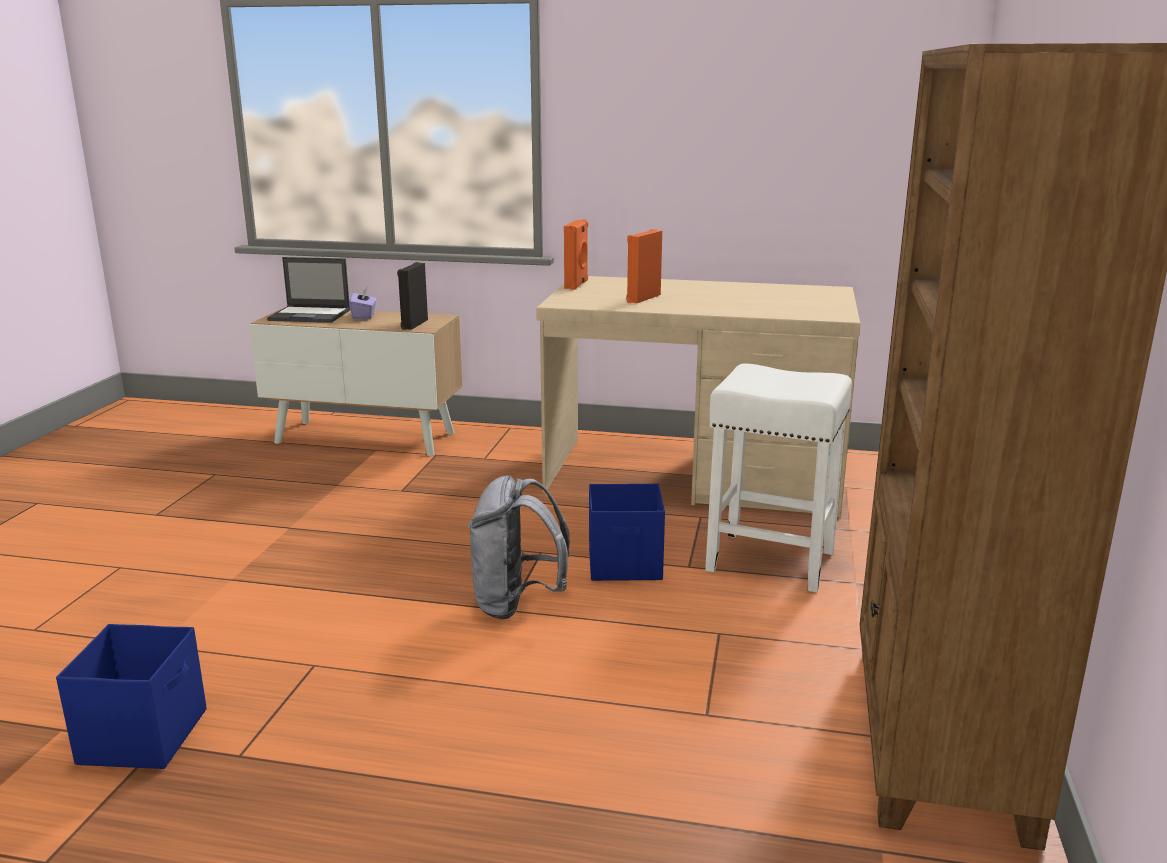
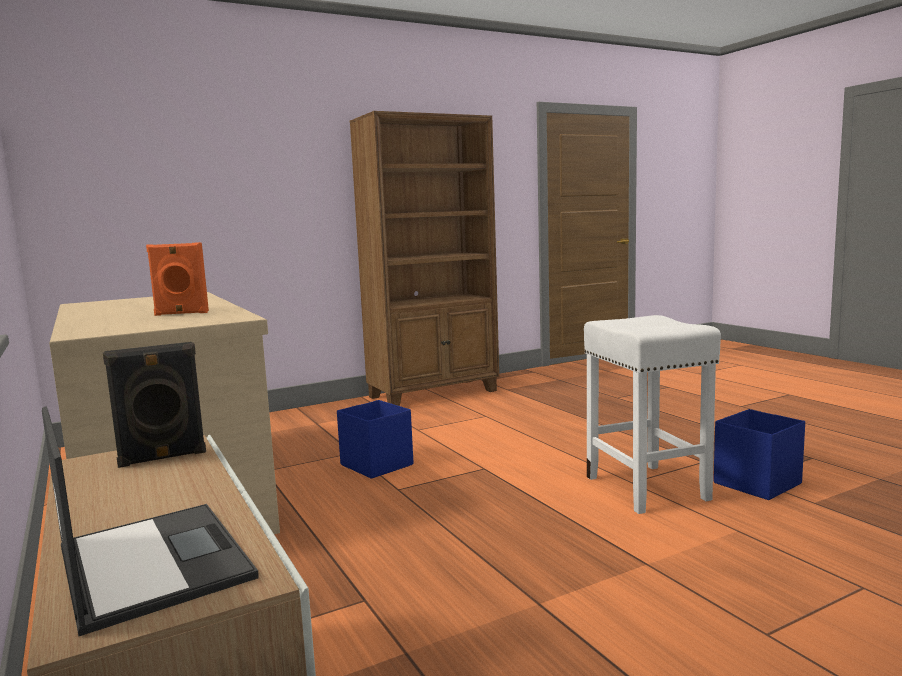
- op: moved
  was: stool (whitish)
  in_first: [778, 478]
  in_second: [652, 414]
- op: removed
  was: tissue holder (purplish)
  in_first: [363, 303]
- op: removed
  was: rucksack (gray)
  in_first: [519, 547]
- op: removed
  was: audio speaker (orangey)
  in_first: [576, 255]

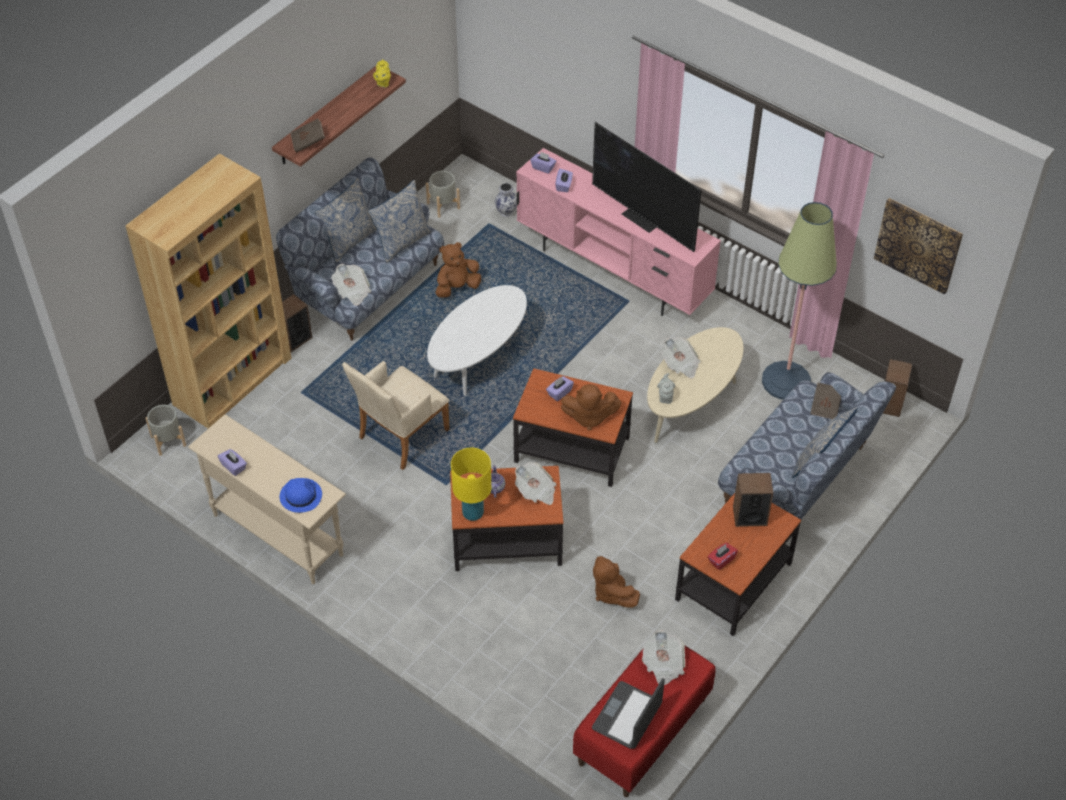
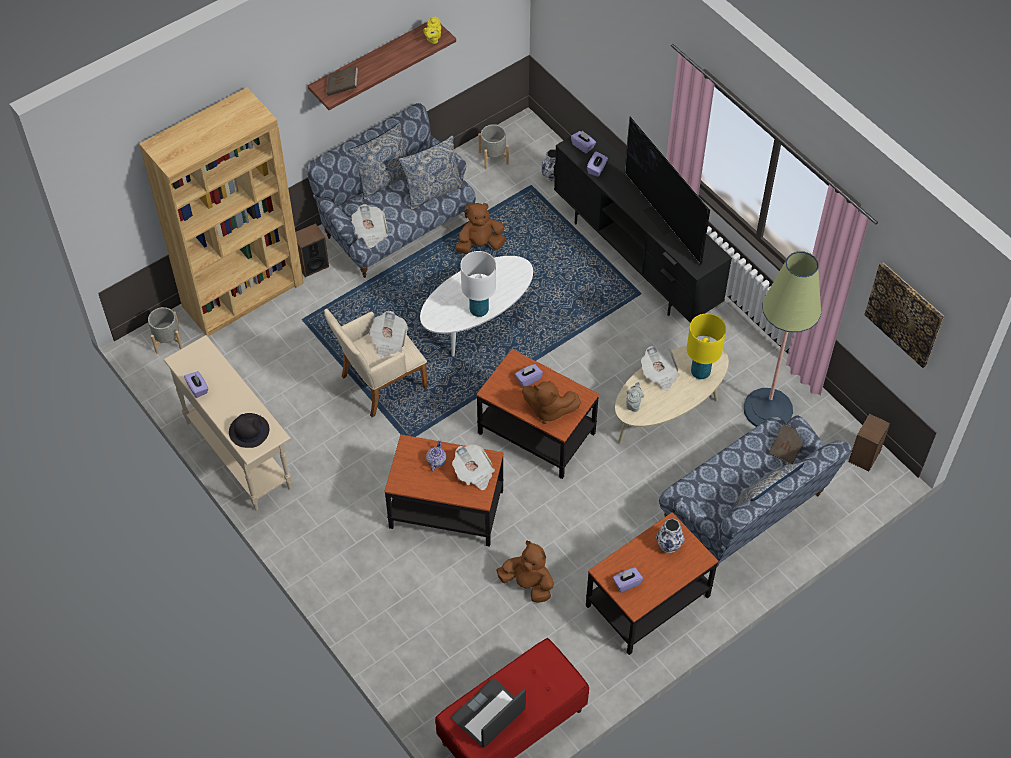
- op: recoloured
  was: clothing hat (bluish)
  now: clothing hat (black-coloured)
  in_first: [301, 495]
  in_second: [249, 430]
- op: moved
  was: printed paper
  in_first: [663, 657]
  in_second: [388, 334]
- op: added
  now: table lamp (whitish)
  in_second: [478, 284]
- op: turned
  was: cuddly toy (brownish)
  in_first: [616, 582]
  in_second: [525, 572]
  clockwise: 135
- op: recoloured
  was: tv stand (pink-coloured)
  now: tv stand (black-coloured)
  in_first: [618, 232]
  in_second: [643, 224]
- op: recoloured
  was: tissue holder (red)
  now: tissue holder (purplish)
  in_first: [723, 556]
  in_second: [628, 579]
- op: replaced
  was: audio speaker
  now: decorative vase
  in_first: [753, 500]
  in_second: [670, 535]
- op: moved
  was: table lamp (yellowish)
  in_first: [471, 484]
  in_second: [706, 346]

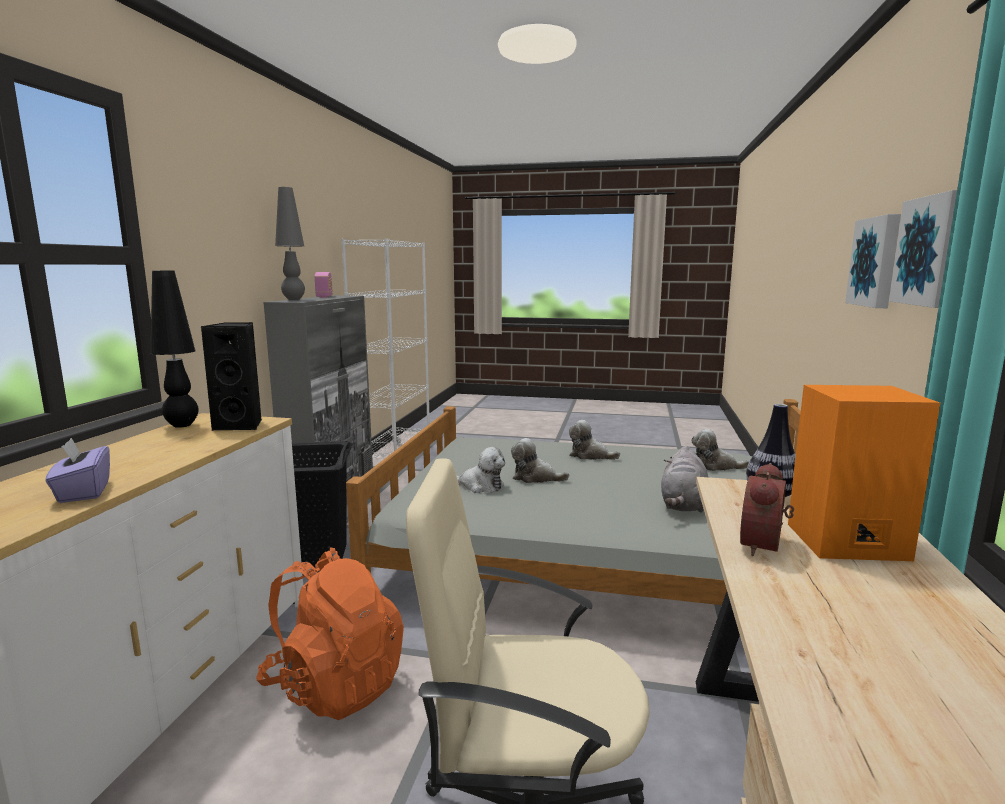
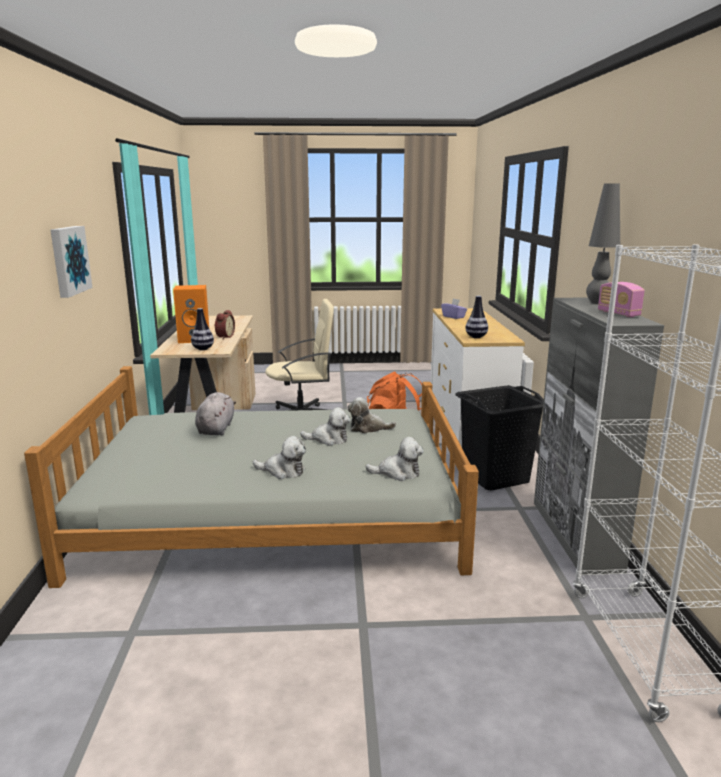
- op: moved
  was: cuddly toy
  in_first: [720, 450]
  in_second: [394, 459]
- op: replaced
  was: audio speaker (black-coloured)
  now: decorative vase
  in_first: [231, 376]
  in_second: [477, 317]
- op: removed
  was: table lamp (black-coloured)
  in_first: [174, 349]
- op: removed
  was: picture
  in_first: [923, 249]

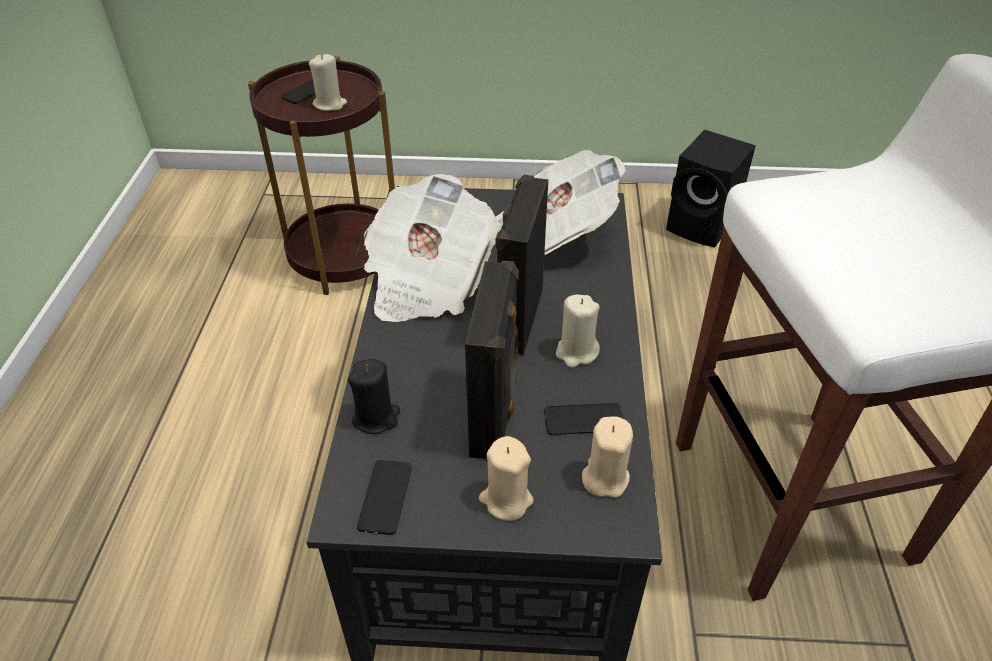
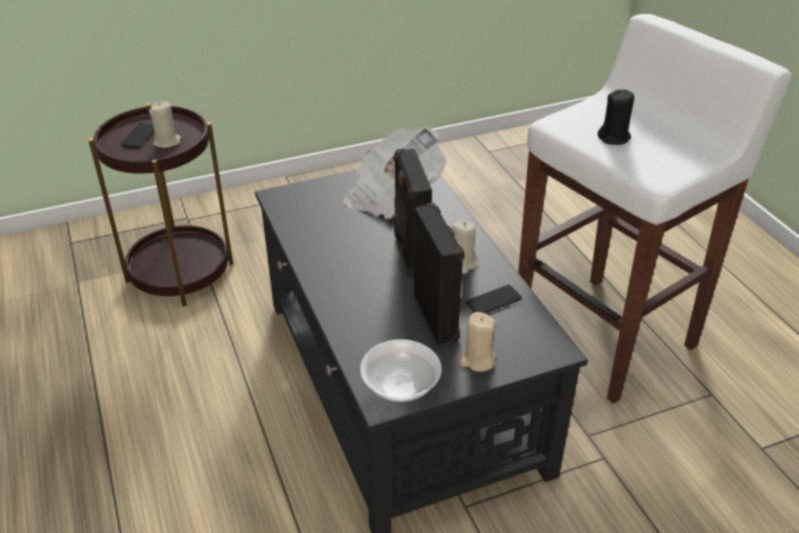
- op: replaced
  was: telephone
  now: deep dish
  in_first: [384, 497]
  in_second: [401, 370]
- op: moved
  was: wax light (black-coloured)
  in_first: [374, 396]
  in_second: [616, 117]
- op: removed
  was: printed paper
  in_first: [430, 248]
- op: removed
  was: wax light (beige-coloured)
  in_first: [607, 457]
- op: removed
  was: audio speaker (black-coloured)
  in_first: [711, 188]

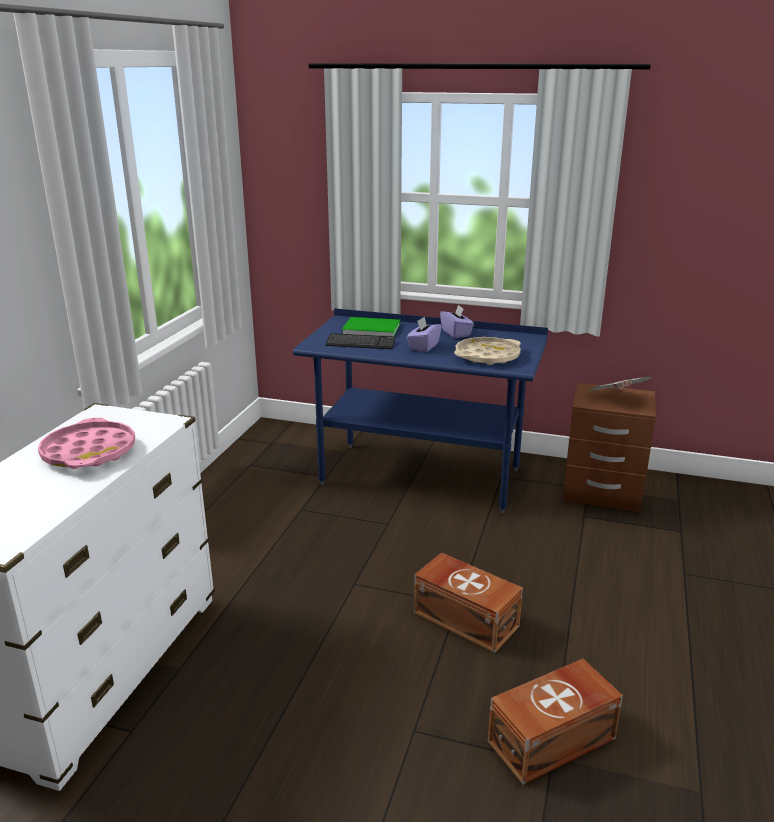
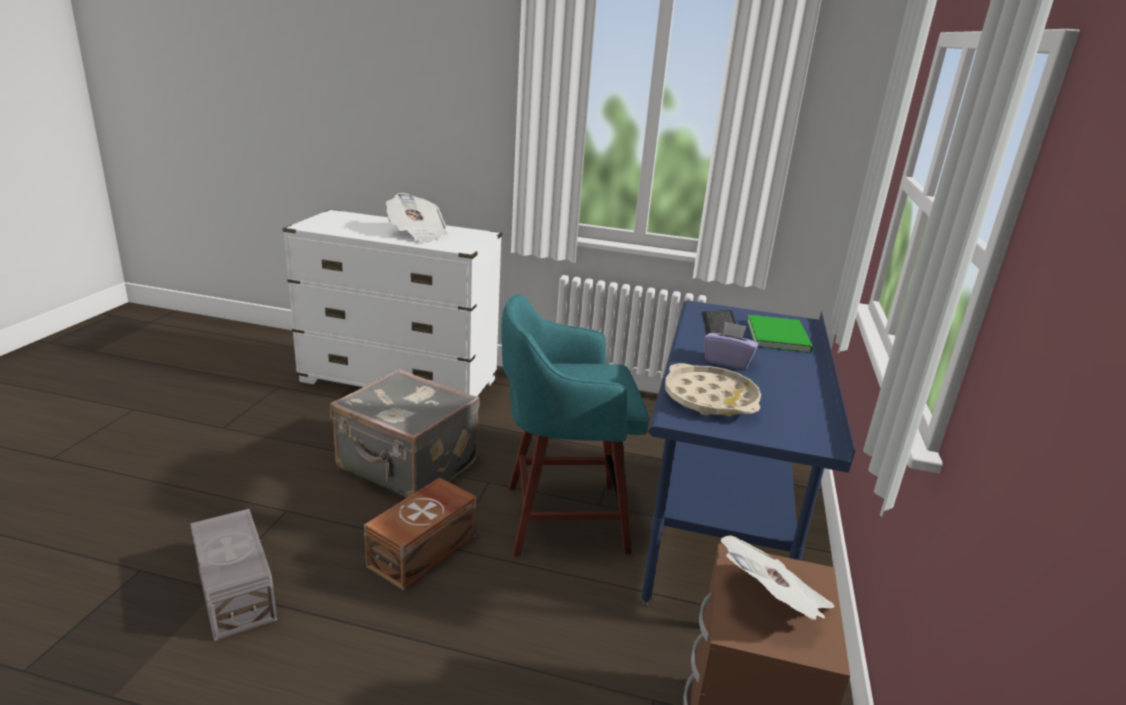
- op: recoloured
  was: storage box (brownish)
  now: storage box (gray)
  in_first: [555, 722]
  in_second: [233, 575]
- op: added
  now: suitcase (gray)
  in_second: [405, 433]
- op: replaced
  was: carrying tray (pink-coloured)
  now: printed paper
  in_first: [86, 443]
  in_second: [417, 218]
- op: added
  now: stool (turquoise-coloured)
  in_second: [575, 425]
- op: removed
  was: tissue holder (purplish)
  in_first: [457, 321]

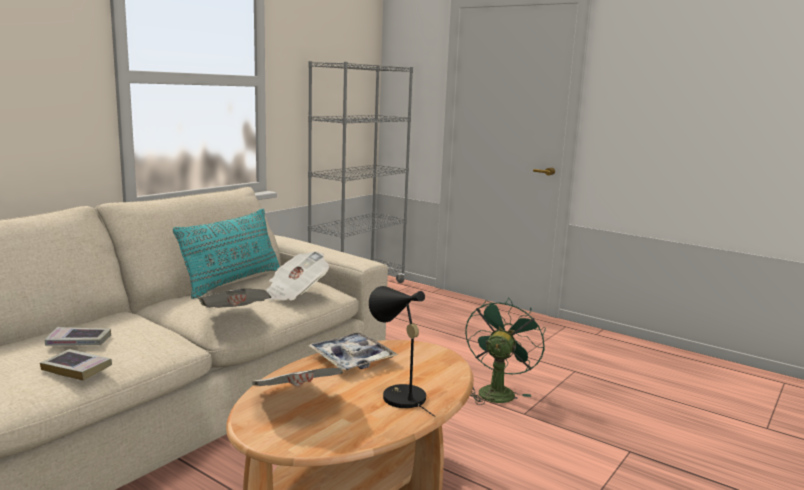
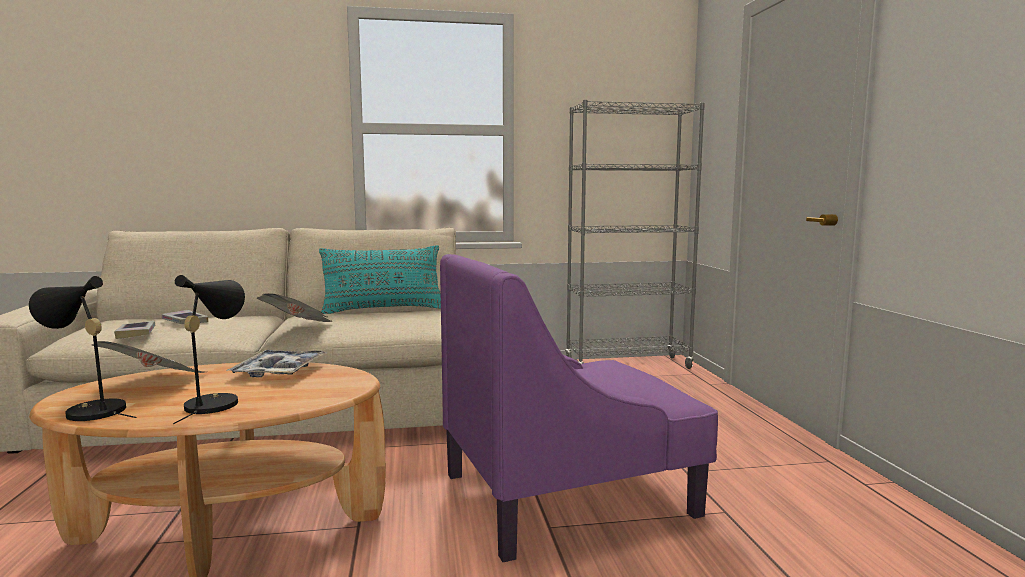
- op: added
  now: table lamp (black-coloured)
  in_second: [83, 348]
- op: replaced
  was: fan (greenish)
  now: easy chair (purplish)
  in_first: [505, 351]
  in_second: [579, 408]
- op: removed
  was: printed paper
  in_first: [297, 276]

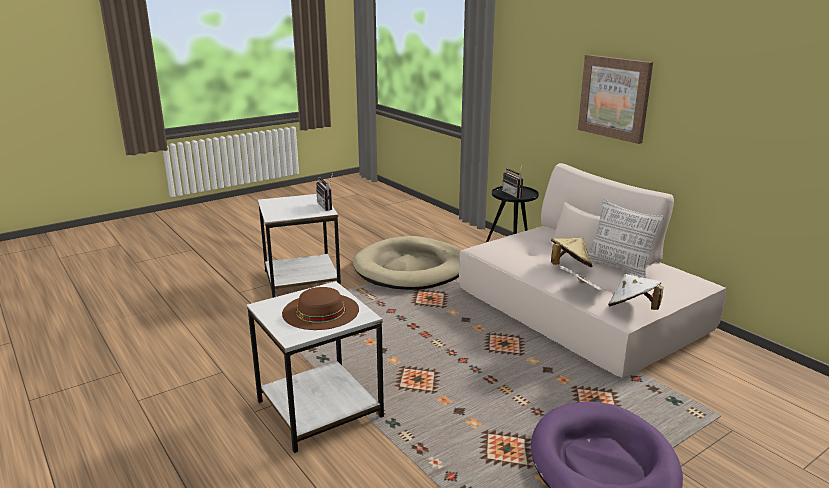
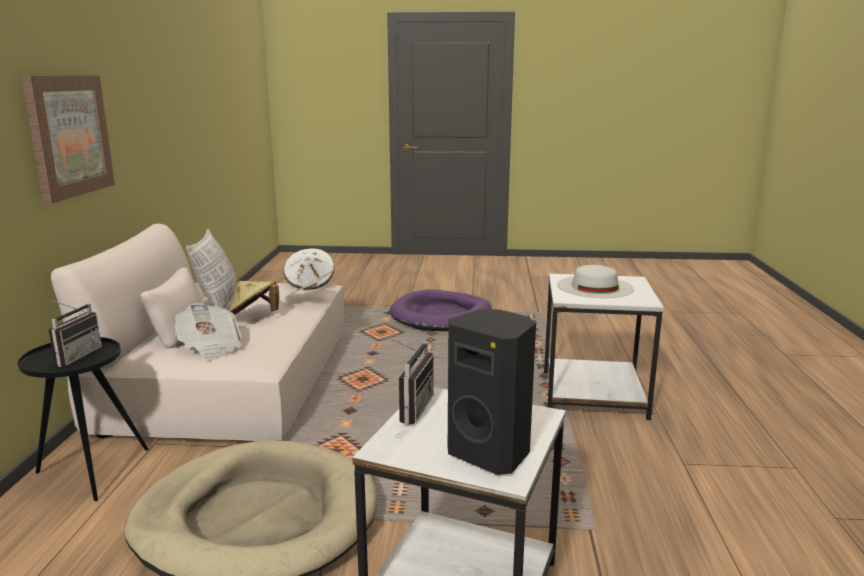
- op: added
  now: printed paper
  in_second: [208, 332]
- op: added
  now: audio speaker (black-coloured)
  in_second: [492, 392]
- op: recoloured
  was: clothing hat (brownish)
  now: clothing hat (whitish)
  in_first: [320, 308]
  in_second: [595, 281]

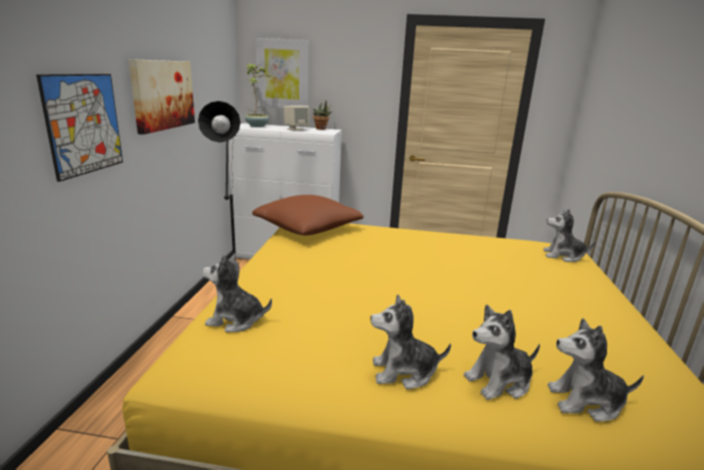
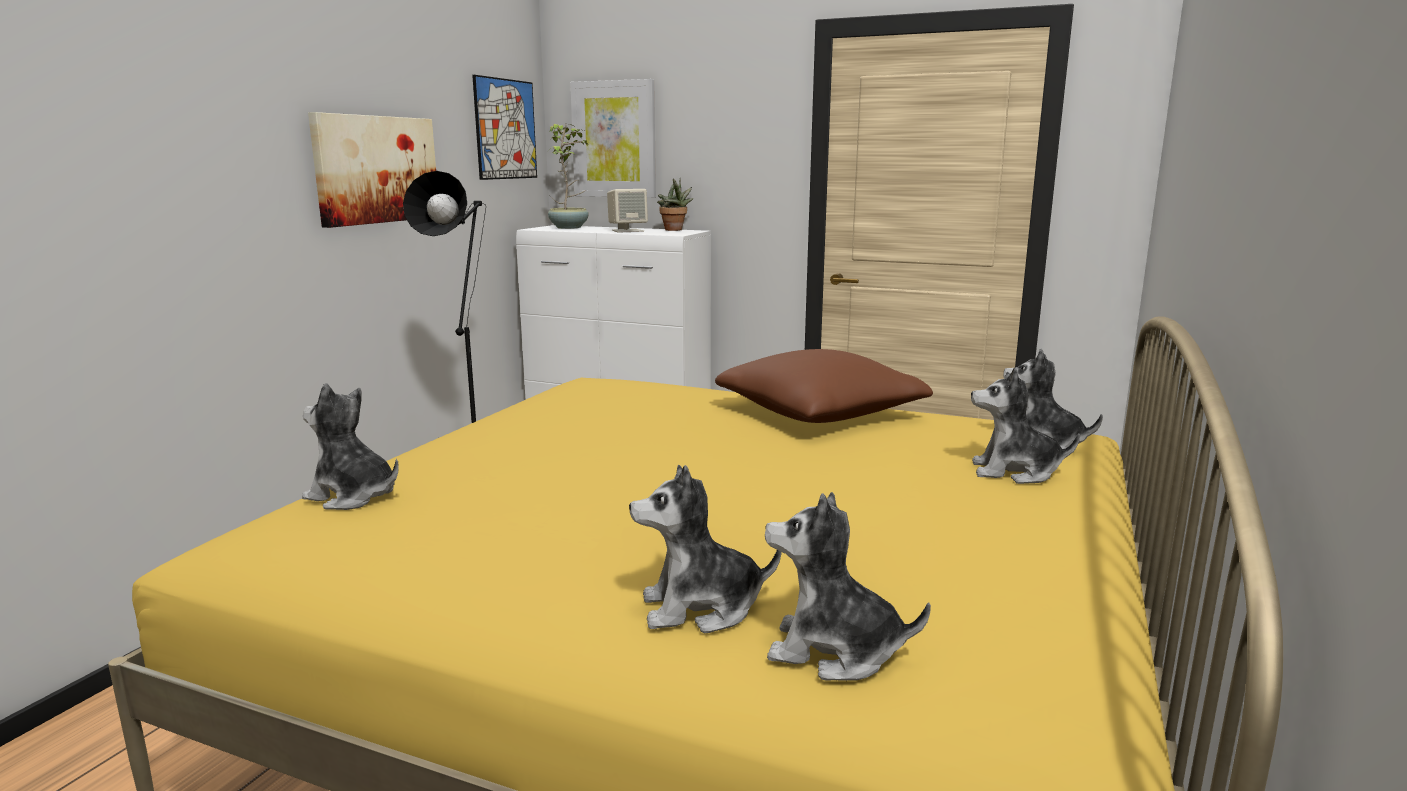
- op: moved
  was: picture
  in_first: [79, 128]
  in_second: [504, 127]
- op: moved
  was: pillow (brownish)
  in_first: [308, 215]
  in_second: [824, 386]
- op: moved
  was: cuddly toy
  in_first: [410, 341]
  in_second: [1025, 425]

